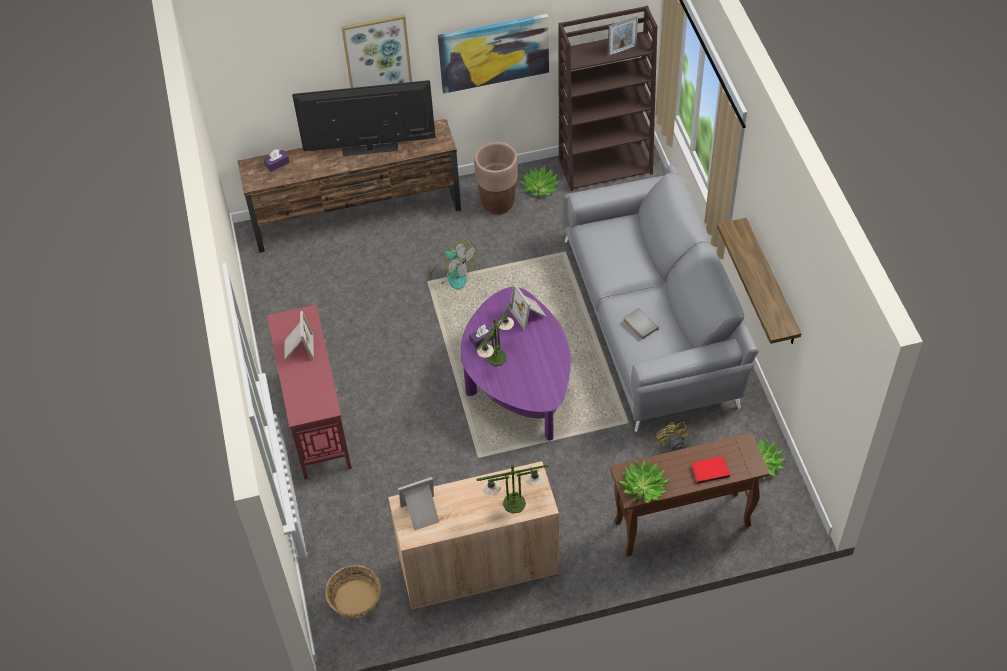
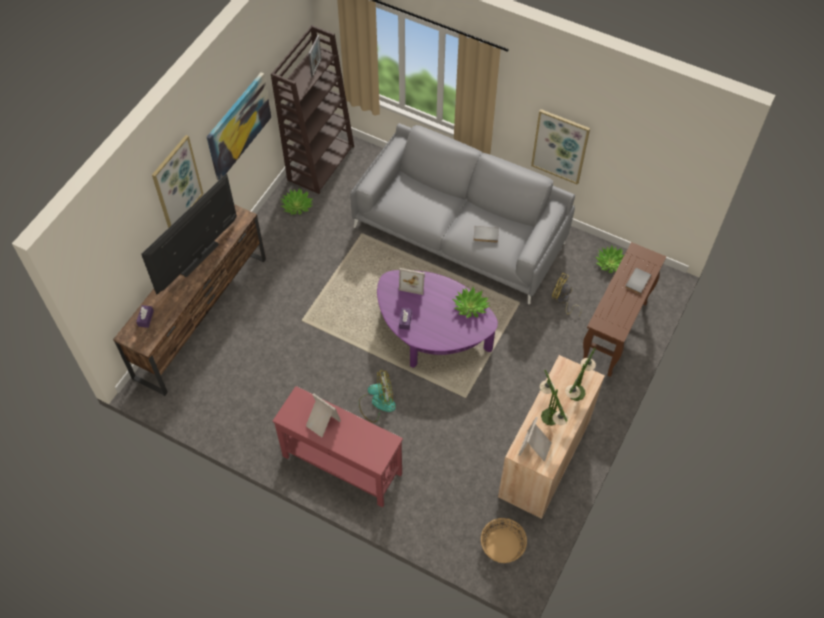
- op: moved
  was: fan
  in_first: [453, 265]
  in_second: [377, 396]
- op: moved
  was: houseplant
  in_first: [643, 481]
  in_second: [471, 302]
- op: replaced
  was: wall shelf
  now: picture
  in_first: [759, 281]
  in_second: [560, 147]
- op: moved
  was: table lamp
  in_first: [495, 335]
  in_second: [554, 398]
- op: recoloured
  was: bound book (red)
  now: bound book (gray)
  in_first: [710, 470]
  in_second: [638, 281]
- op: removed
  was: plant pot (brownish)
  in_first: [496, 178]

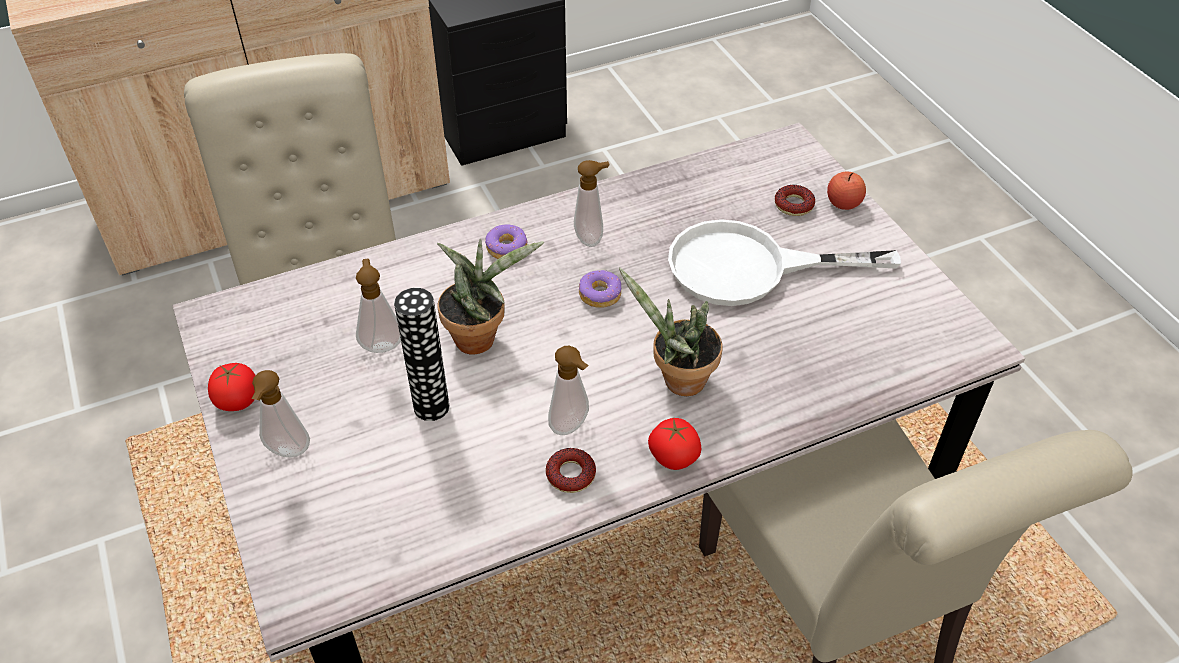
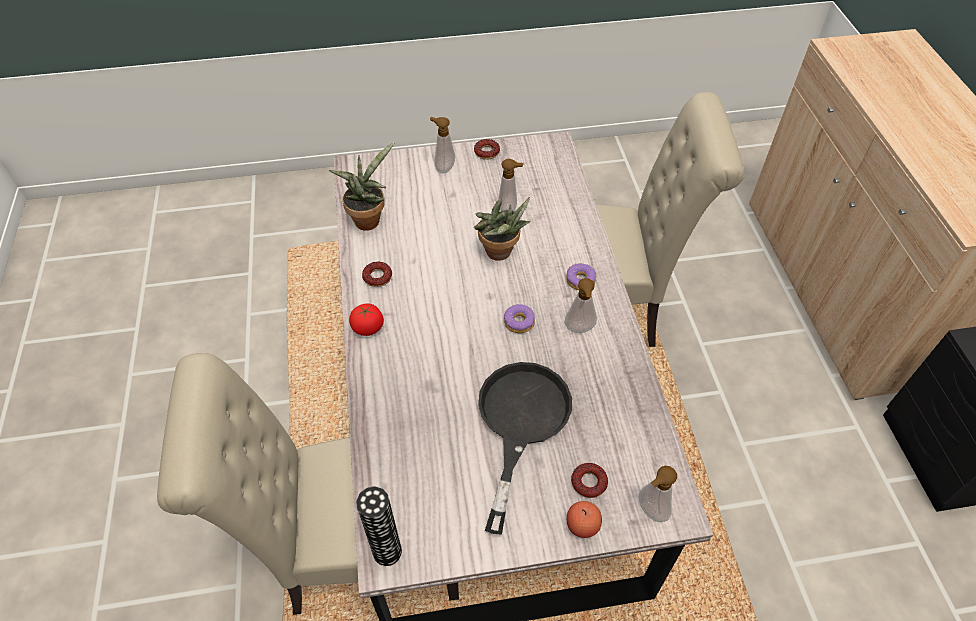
- op: moved
  was: houseplant
  in_first: [671, 331]
  in_second: [362, 186]
- op: moved
  was: decorative vase
  in_first: [421, 354]
  in_second: [379, 526]
- op: replaced
  was: whole tomato
  now: ring doughnut
  in_first: [232, 387]
  in_second: [487, 149]
- op: recoloured
  was: skillet (whitish)
  now: skillet (black-coloured)
  in_first: [784, 262]
  in_second: [525, 448]
- op: moved
  was: soap dispenser
  in_first: [568, 390]
  in_second: [658, 494]

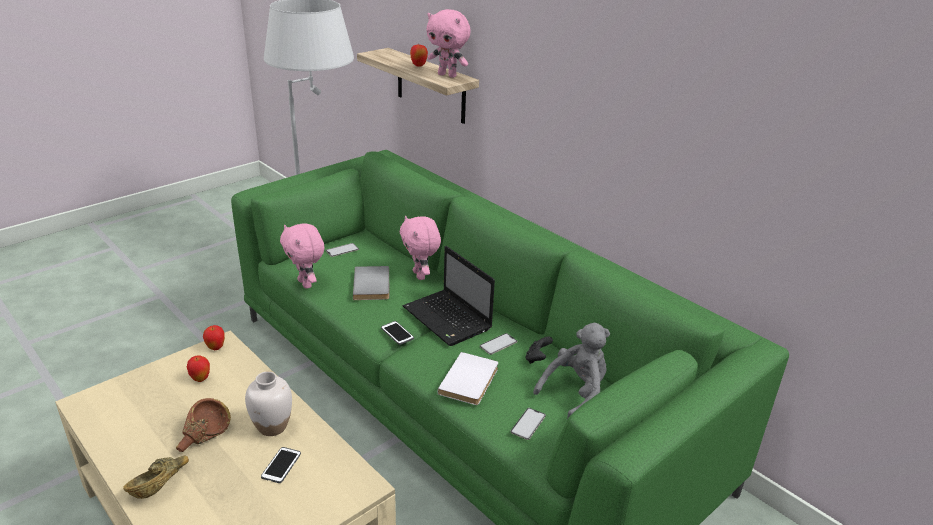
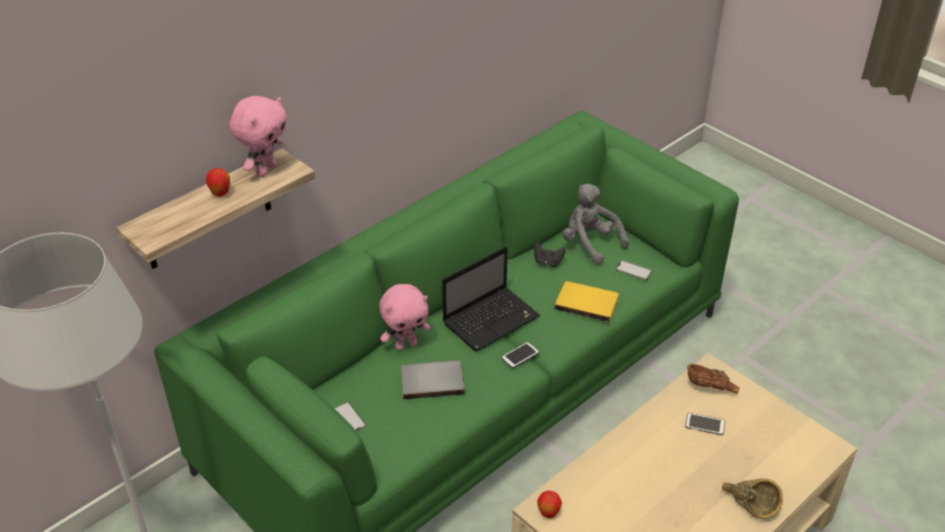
- op: recoloured
  was: bound book (whitish)
  now: bound book (yellowish)
  in_first: [467, 378]
  in_second: [587, 301]
- op: moved
  was: deep dish (brownish)
  in_first: [203, 425]
  in_second: [713, 379]
- op: removed
  was: apple fruit
  in_first: [198, 368]
- op: removed
  was: decorative vase (whitish)
  in_first: [268, 403]
- op: removed
  was: cuddly toy (pink-coloured)
  in_first: [302, 256]
- op: removed
  was: telephone
  in_first: [498, 344]

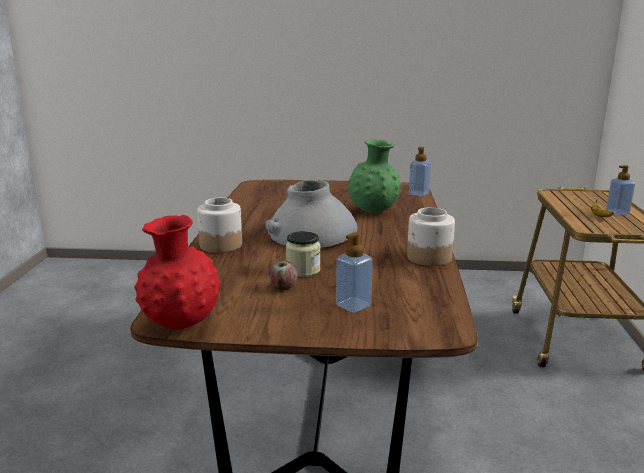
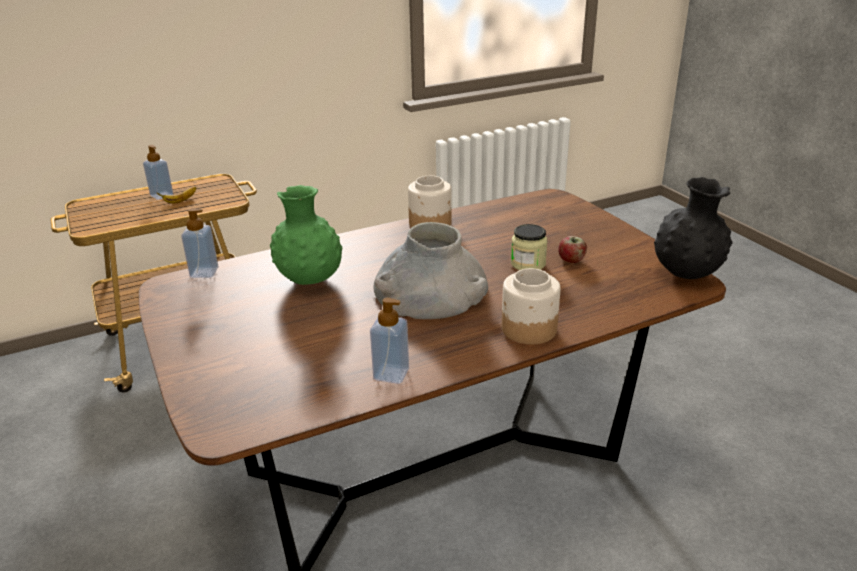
- op: moved
  was: soap dispenser
  in_first: [354, 272]
  in_second: [389, 341]
- op: recoloured
  was: decorative vase (red)
  now: decorative vase (black-coloured)
  in_first: [177, 272]
  in_second: [693, 228]

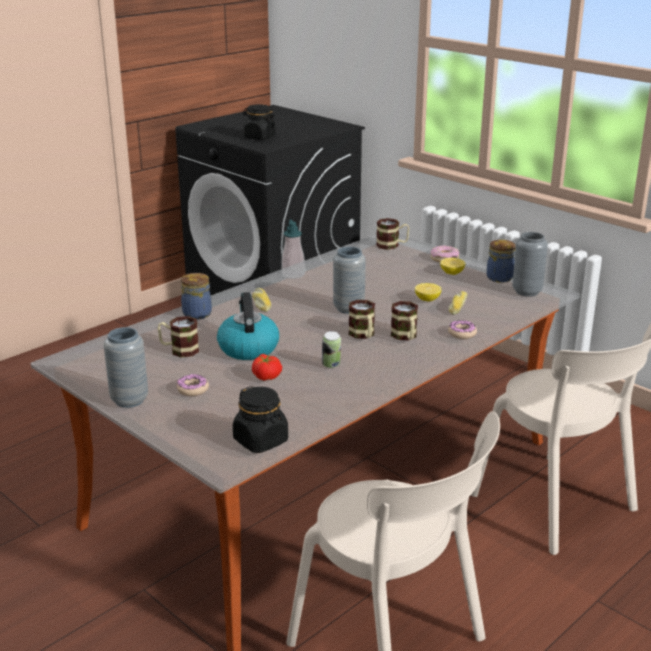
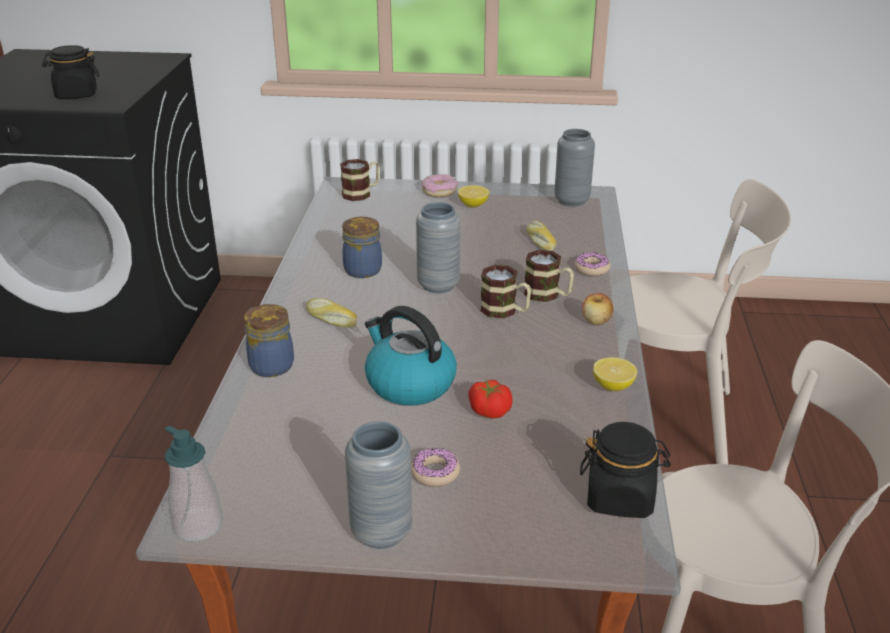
- op: moved
  was: soap dispenser
  in_first: [293, 249]
  in_second: [194, 484]
- op: moved
  was: storage jar
  in_first: [501, 261]
  in_second: [362, 247]
- op: added
  now: apple fruit
  in_second: [597, 309]
- op: moved
  was: lemon
  in_first: [428, 292]
  in_second: [615, 374]
- op: removed
  was: coffee mug
  in_first: [178, 336]
- op: removed
  was: sealed can
  in_first: [331, 349]

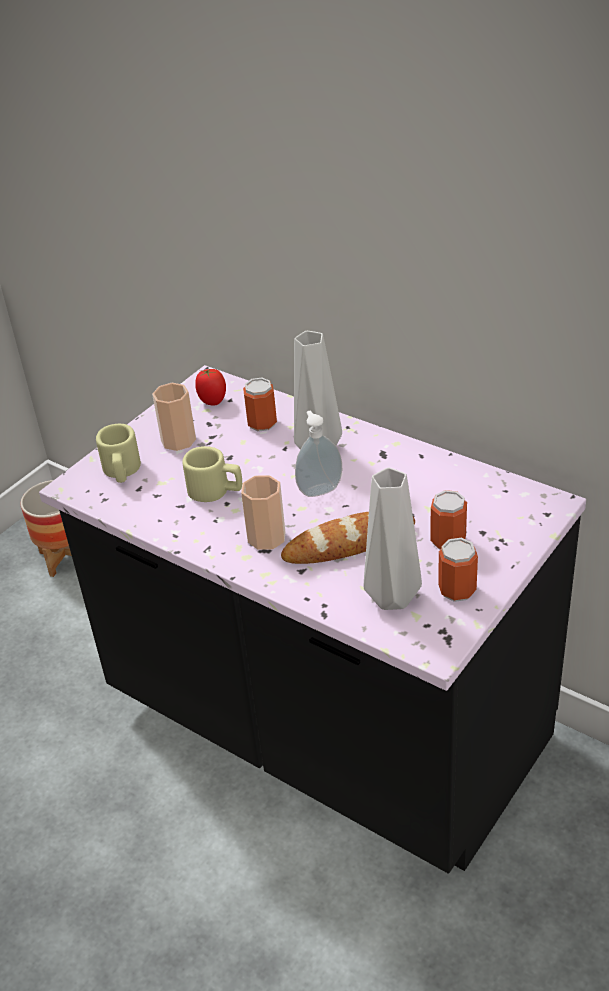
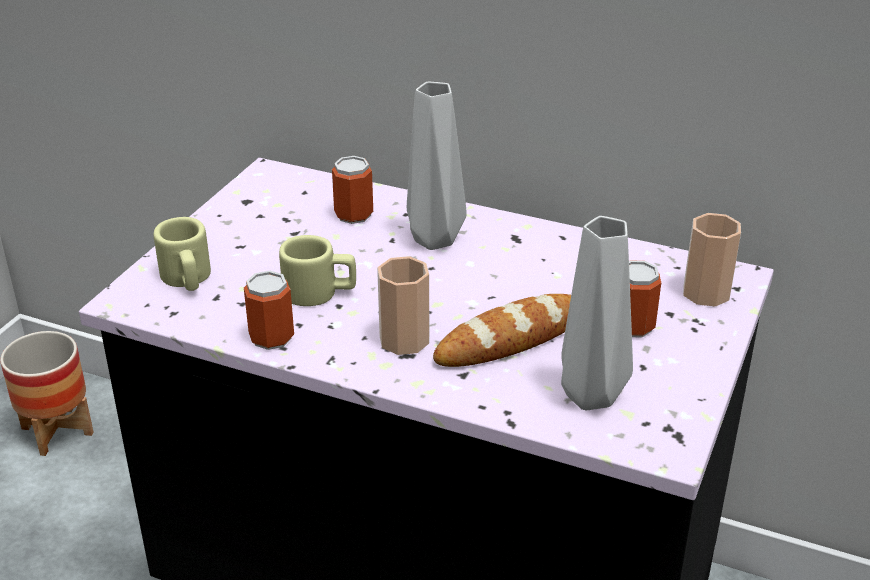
- op: moved
  was: sealed can
  in_first: [458, 570]
  in_second: [269, 310]
- op: moved
  was: small cup
  in_first: [174, 417]
  in_second: [712, 259]
- op: removed
  was: whole tomato
  in_first: [210, 387]
- op: removed
  was: soap dispenser
  in_first: [318, 454]

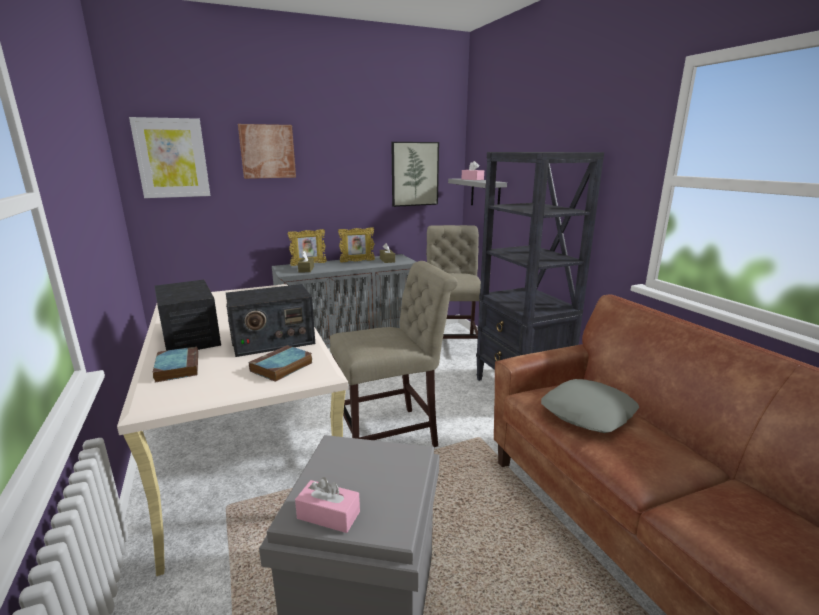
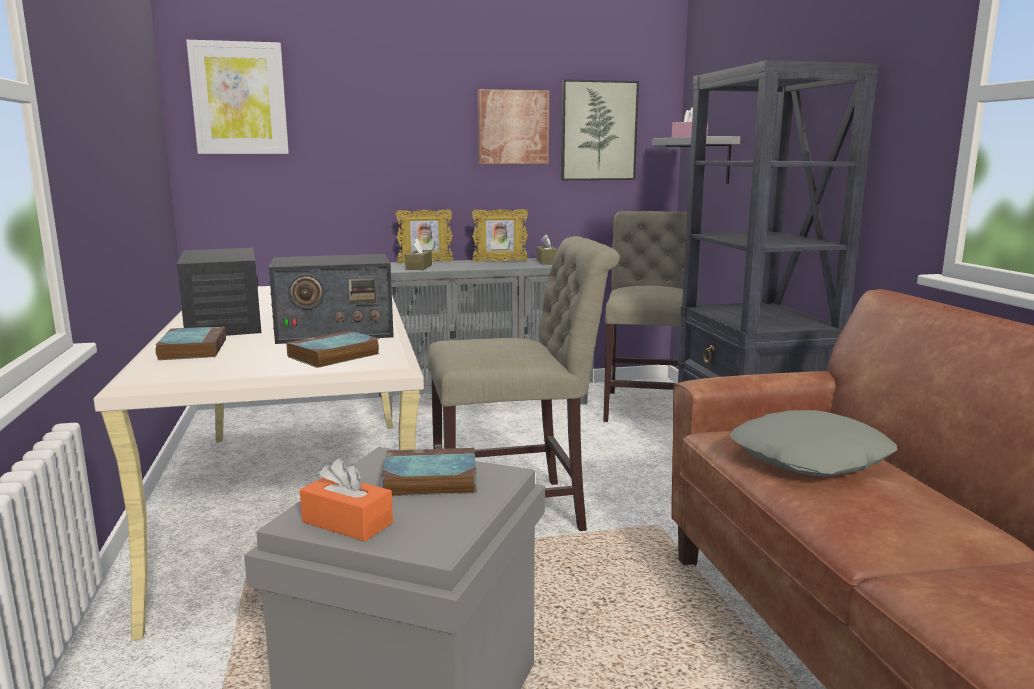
- op: recoloured
  was: tissue holder (pink-coloured)
  now: tissue holder (orangey)
  in_first: [327, 505]
  in_second: [346, 500]
- op: added
  now: bound book
  in_second: [429, 472]
- op: moved
  was: picture
  in_first: [267, 151]
  in_second: [513, 126]

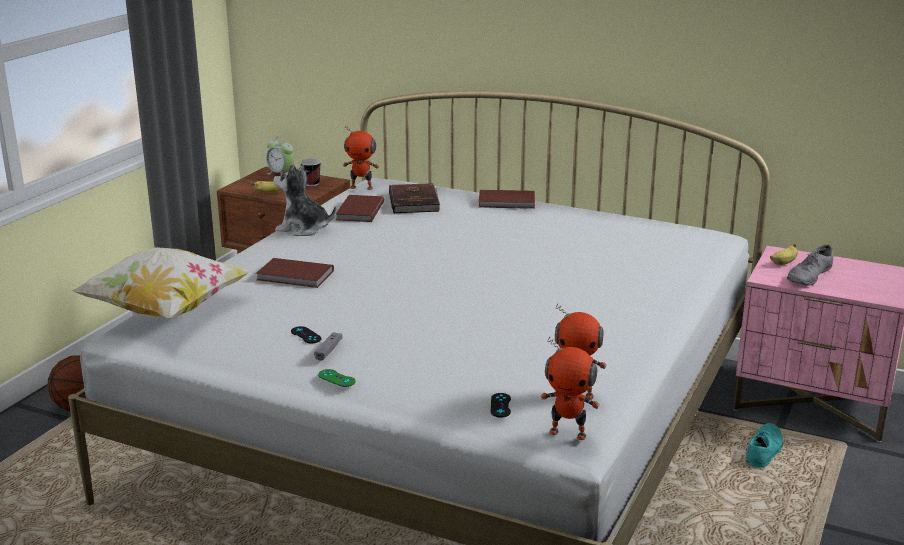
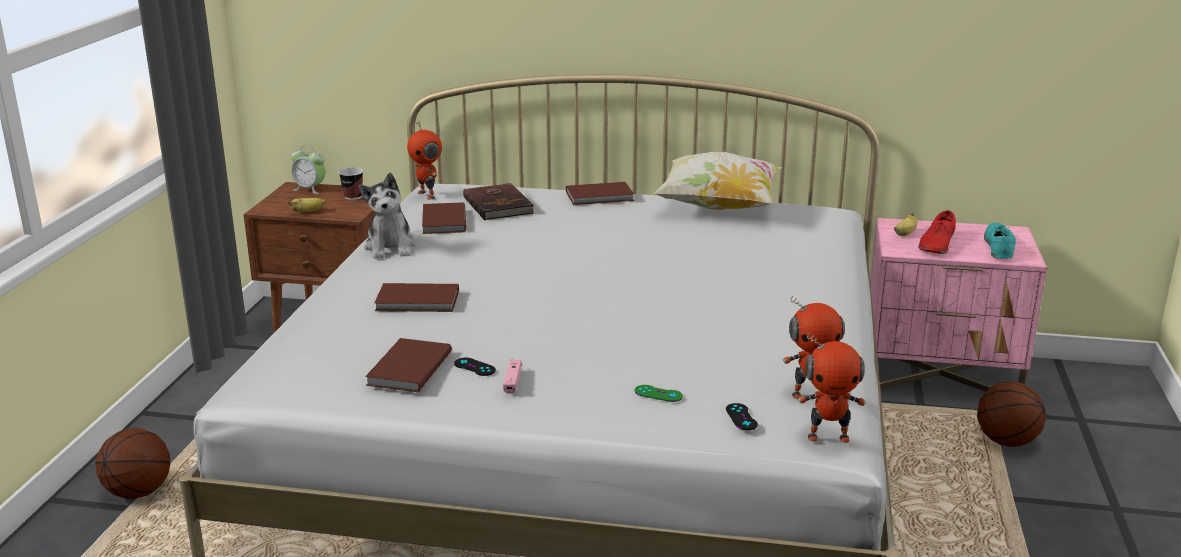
- op: turned
  was: cuddly toy
  in_first: [304, 199]
  in_second: [387, 216]
  clockwise: -105
- op: added
  now: bound book (brownish)
  in_second: [408, 365]
- op: turned
  was: toy robot
  in_first: [361, 157]
  in_second: [424, 160]
  clockwise: 60
- op: recoloured
  was: gamepad (gray)
  now: gamepad (pink-coloured)
  in_first: [328, 346]
  in_second: [512, 377]
- op: moved
  was: gamepad (greenish)
  in_first: [337, 378]
  in_second: [659, 393]
- op: moved
  was: pillow
  in_first: [161, 282]
  in_second: [717, 181]
- op: recoloured
  was: item of footwear (gray)
  now: item of footwear (red)
  in_first: [810, 265]
  in_second: [937, 232]
- op: added
  now: basketball
  in_second: [1011, 414]
- op: moved
  was: item of footwear (turquoise-coloured)
  in_first: [764, 445]
  in_second: [1000, 241]

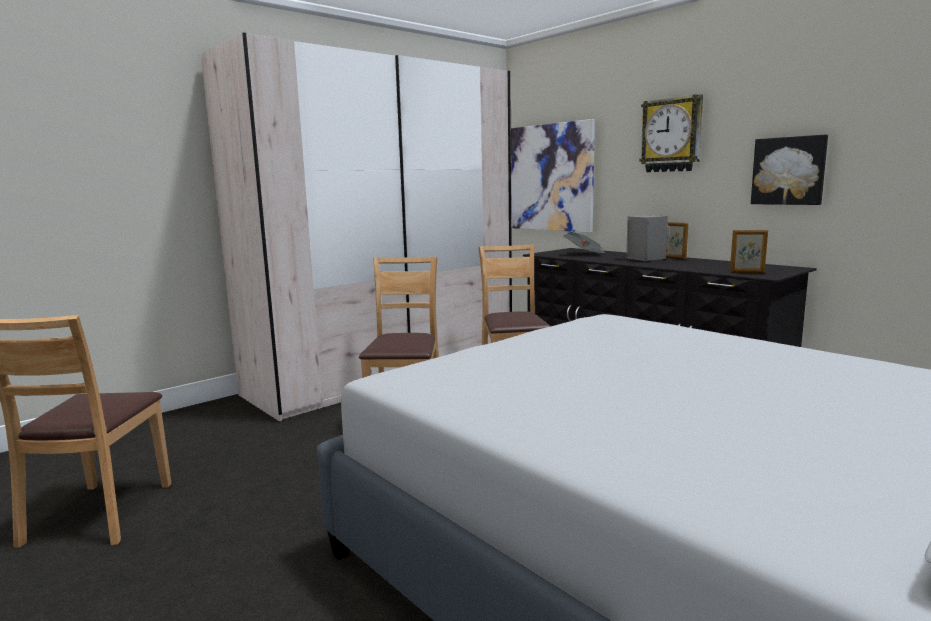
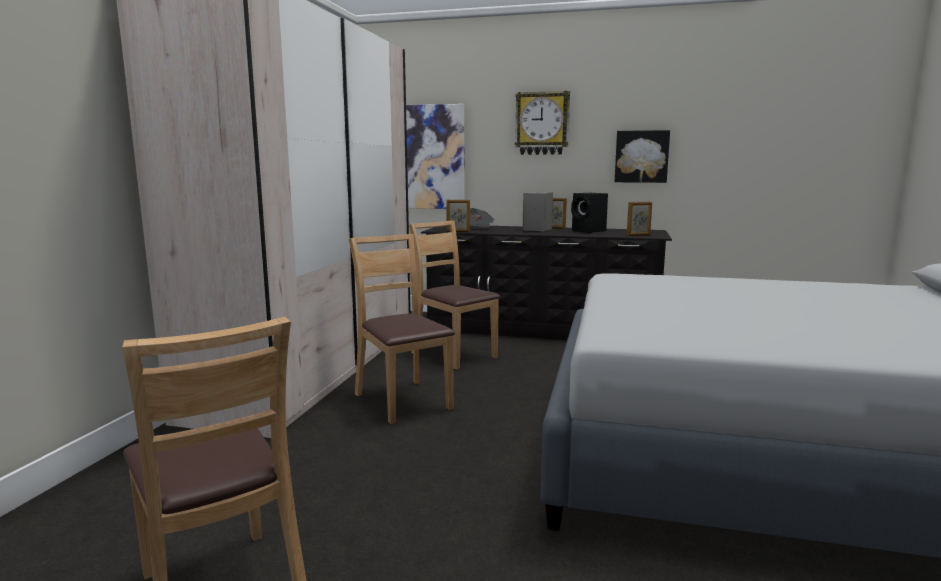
- op: added
  now: standing frame
  in_second: [458, 216]
- op: added
  now: audio speaker (black-coloured)
  in_second: [589, 213]

